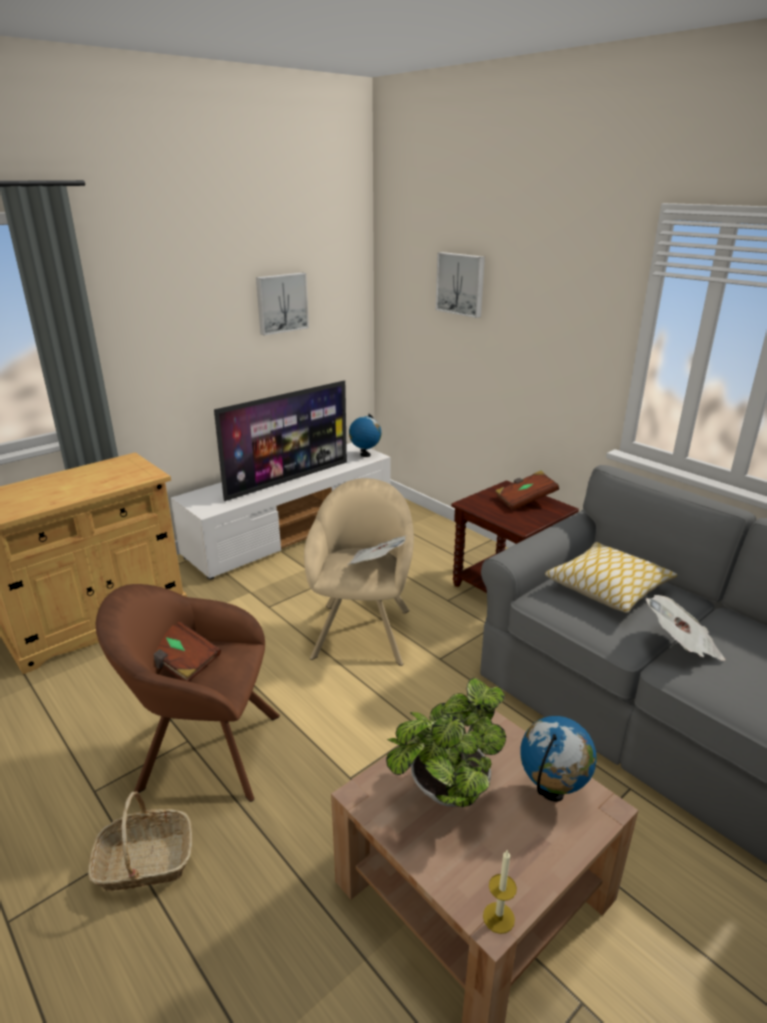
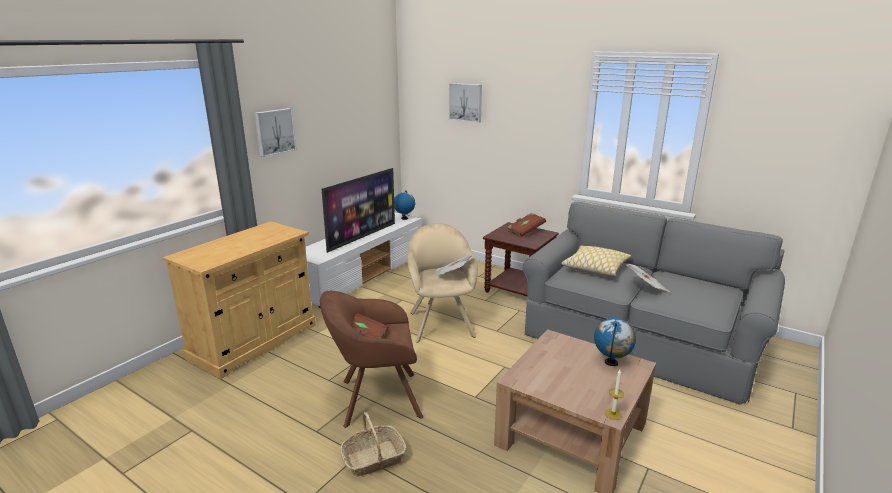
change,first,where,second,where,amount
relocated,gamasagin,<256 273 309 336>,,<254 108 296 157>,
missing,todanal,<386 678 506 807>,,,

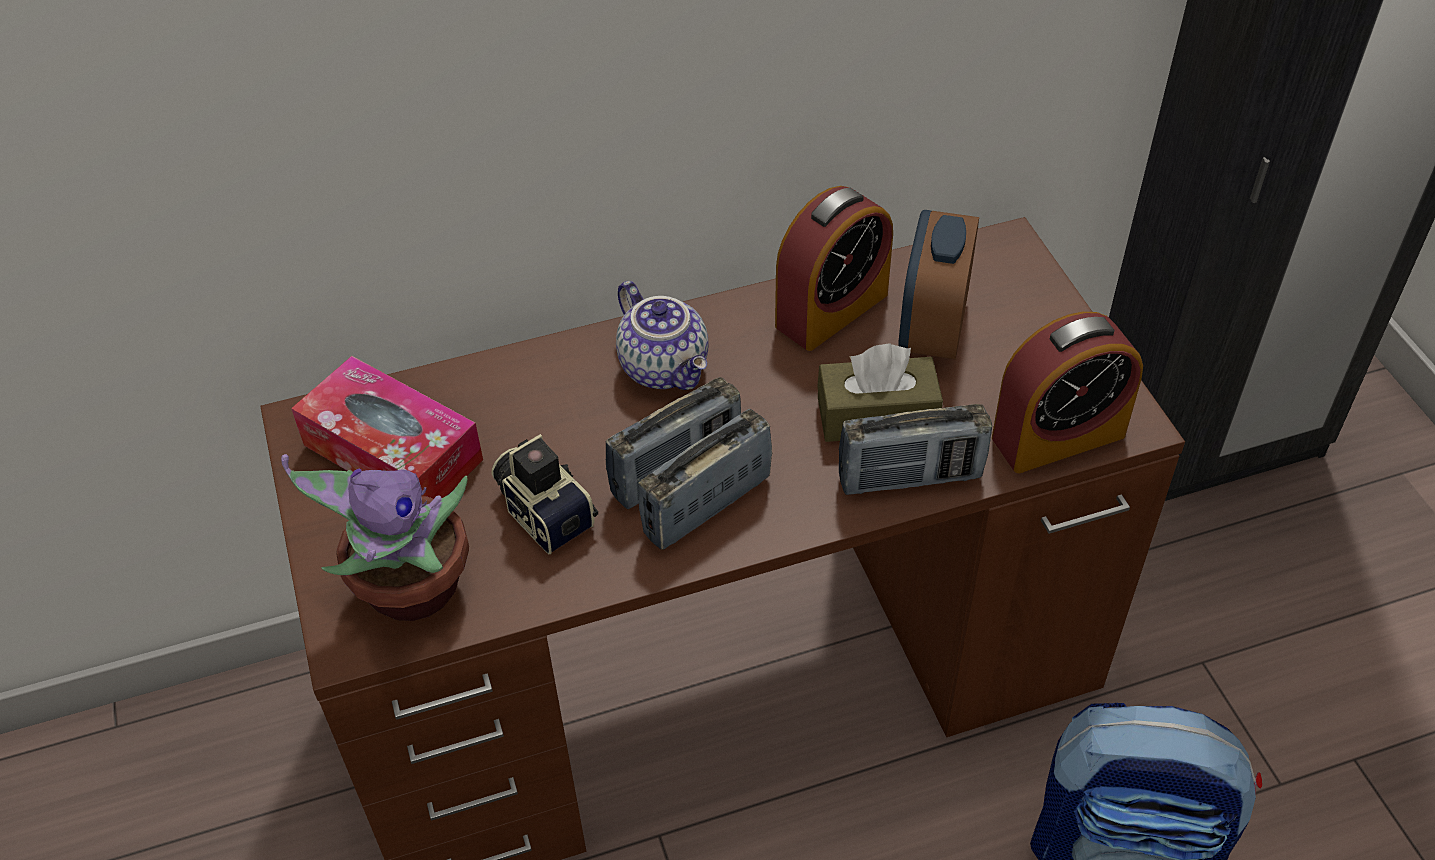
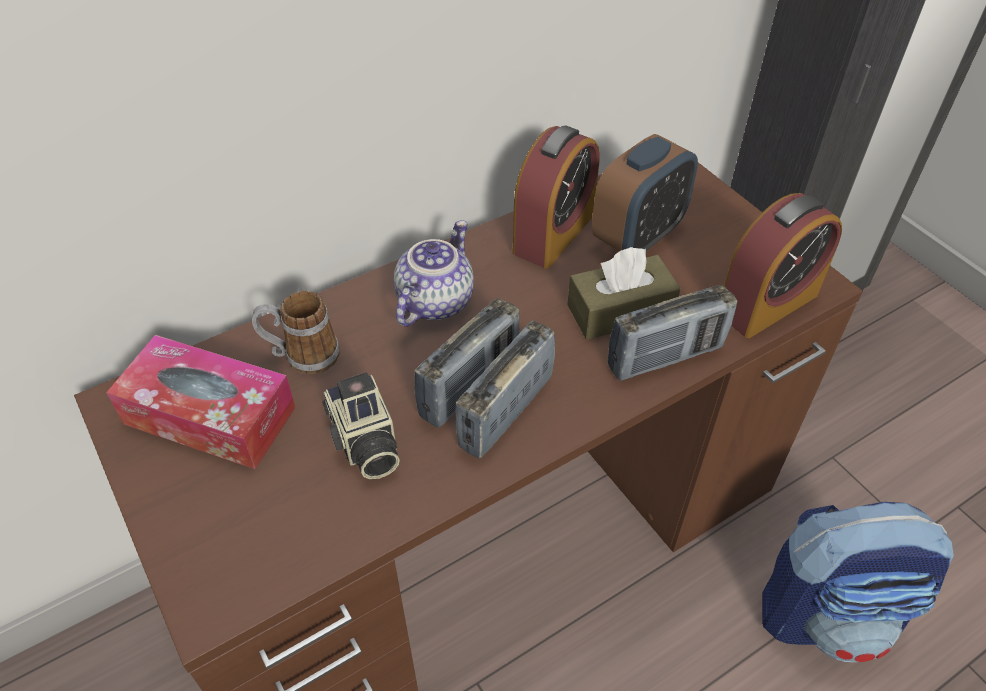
change,first,where,second,where,amount
appeared,,,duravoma,<252 290 340 374>,
spun,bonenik,<491 434 598 554>,,<322 372 400 479>,150 degrees counterclockwise
spun,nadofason,<616 281 708 390>,,<394 220 474 326>,105 degrees counterclockwise
spun,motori,<898 210 979 360>,,<592 134 698 251>,135 degrees counterclockwise
missing,todanal,<281 454 469 621>,,,

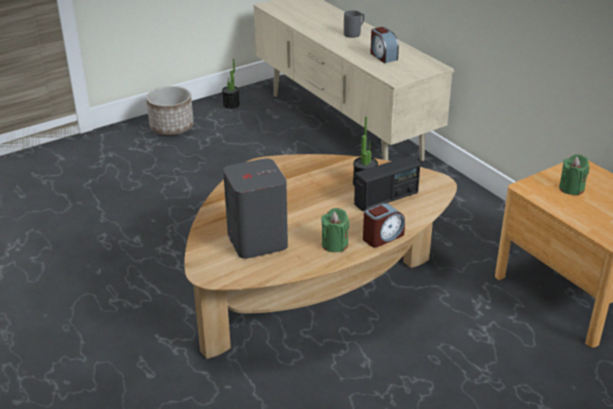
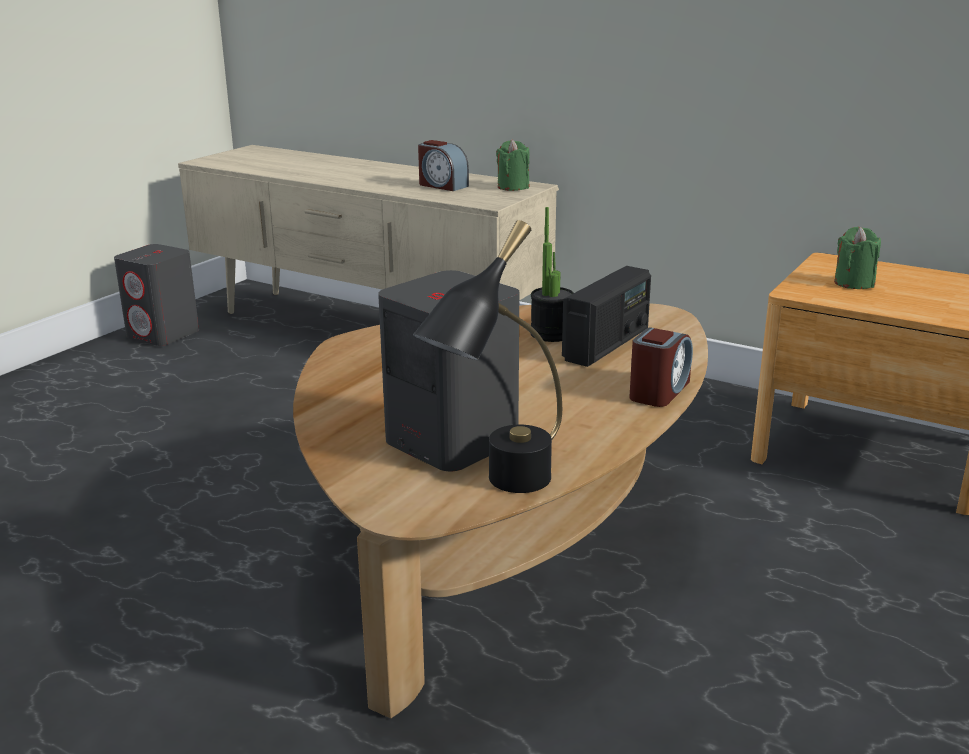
change,first,where,second,where,amount
exchanged,todanal,<222 59 240 109>,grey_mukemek,<114 244 199 346>,
appeared,,,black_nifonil,<413 220 562 493>,
relocated,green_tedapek,<321 208 349 252>,,<496 139 530 191>,
missing,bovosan,<146 86 194 135>,,,
missing,grey_duravoma,<344 10 365 38>,,,

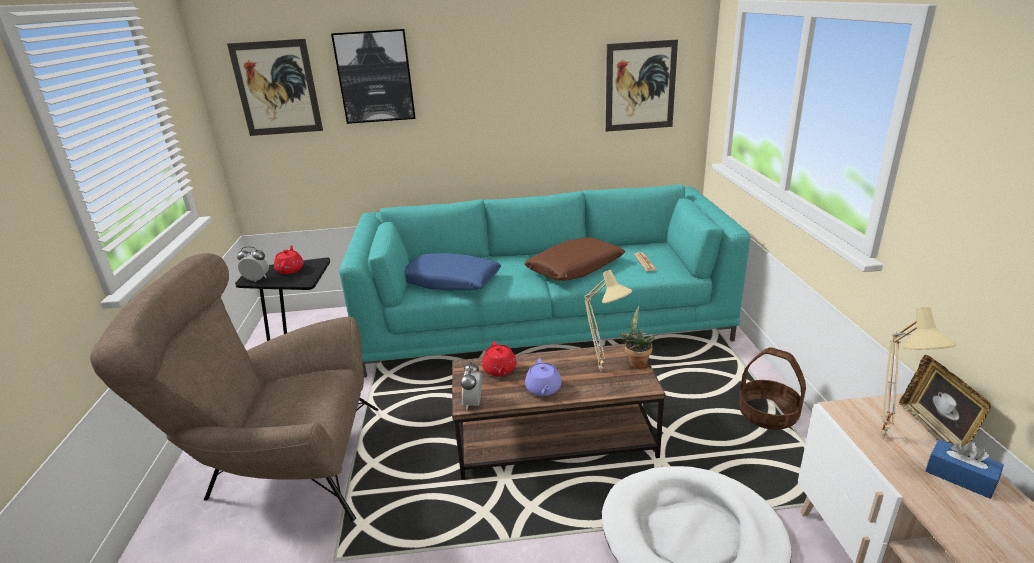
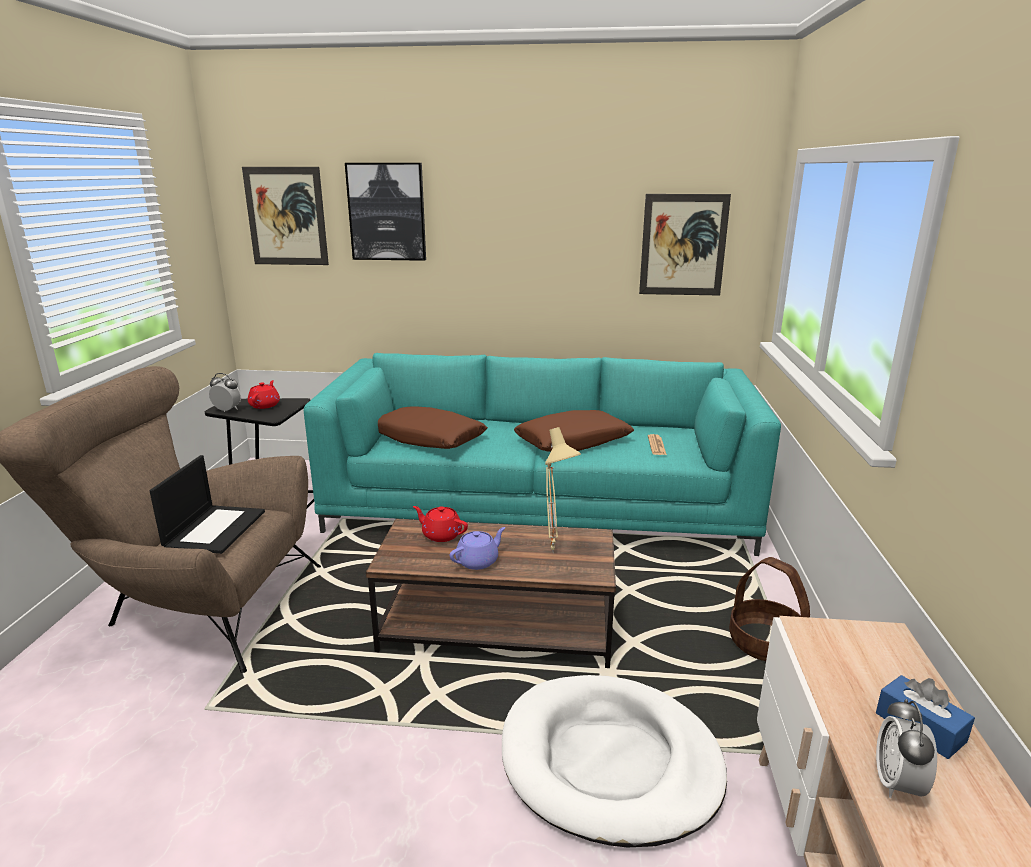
change,first,where,second,where,amount
appeared,,,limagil,<150 455 265 554>,
colour,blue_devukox,<405 253 501 290>,brown_devukox,<378 406 488 449>,
spun,red_nadofason,<482 342 517 376>,,<413 506 468 542>,120 degrees clockwise
spun,purple_nadofason,<525 359 562 396>,,<450 527 505 570>,135 degrees counterclockwise
relocated,motori,<461 362 482 410>,,<876 699 937 798>,
missing,todanal,<619 306 655 369>,,,
missing,beige_nifonil,<882 307 957 439>,,,
missing,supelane,<899 355 991 446>,,,

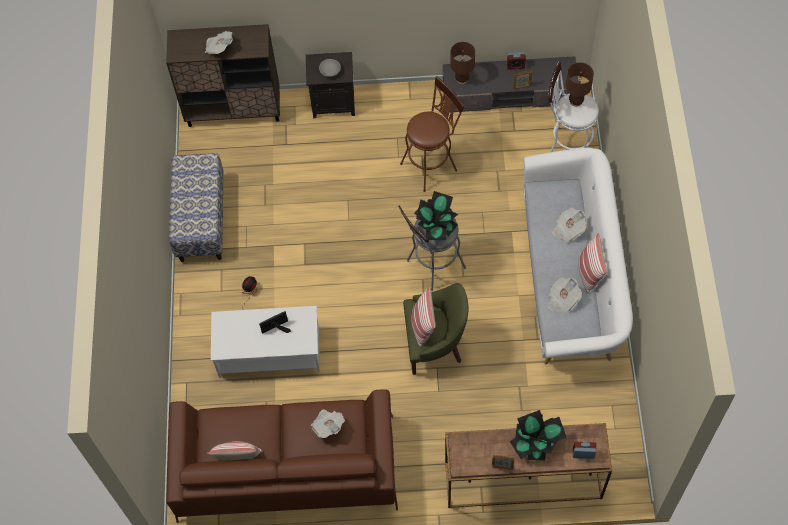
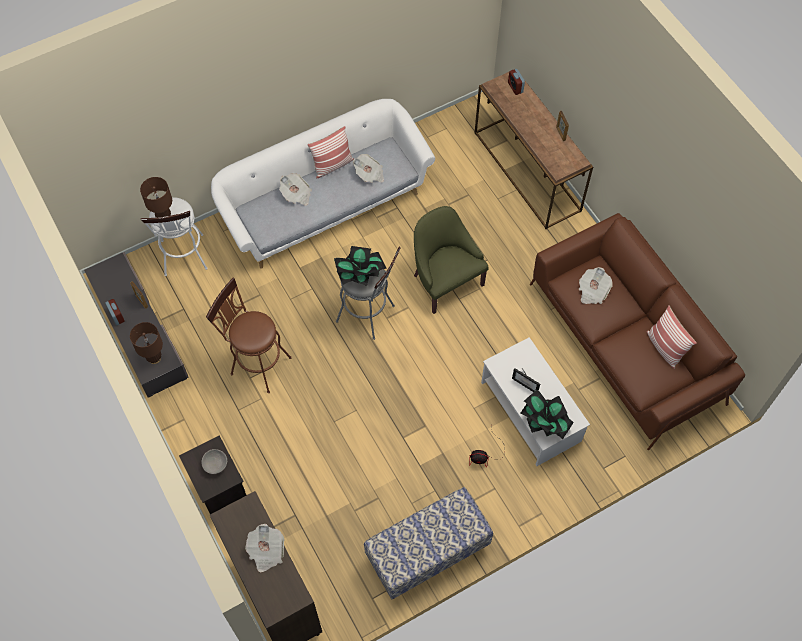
change,first,where,second,where,amount
relocated,todanal,<510 410 567 461>,,<521 390 574 439>,
missing,devukox,<411 286 436 347>,,,

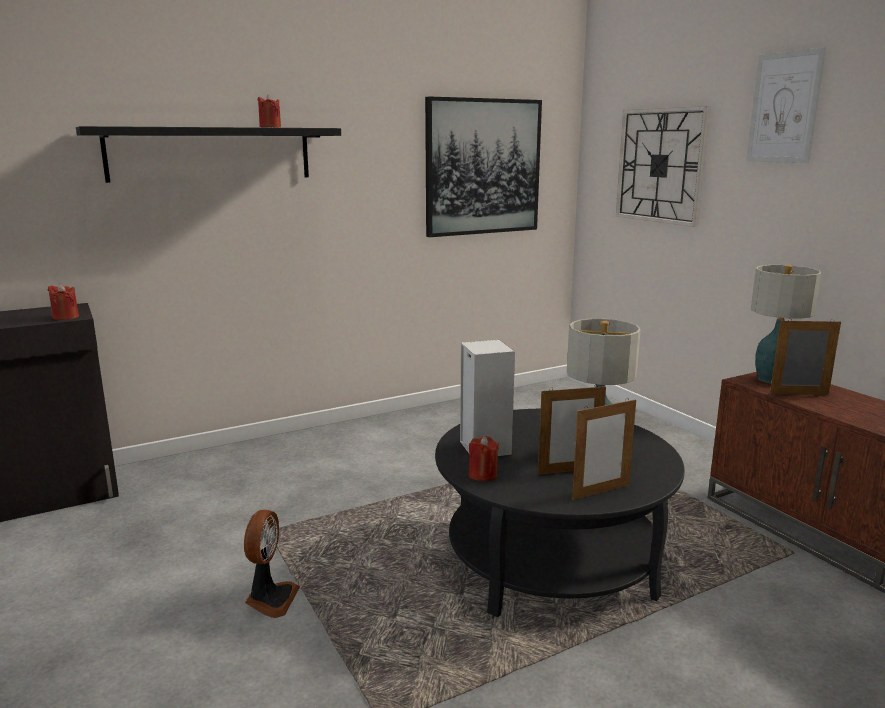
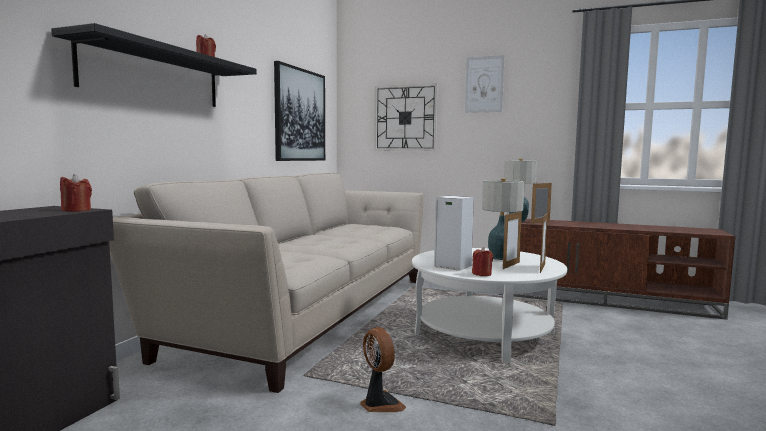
change,first,where,second,where,amount
appeared,,,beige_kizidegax,<109 173 424 393>,
colour,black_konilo,<435 409 685 617>,white_konilo,<412 248 567 363>,

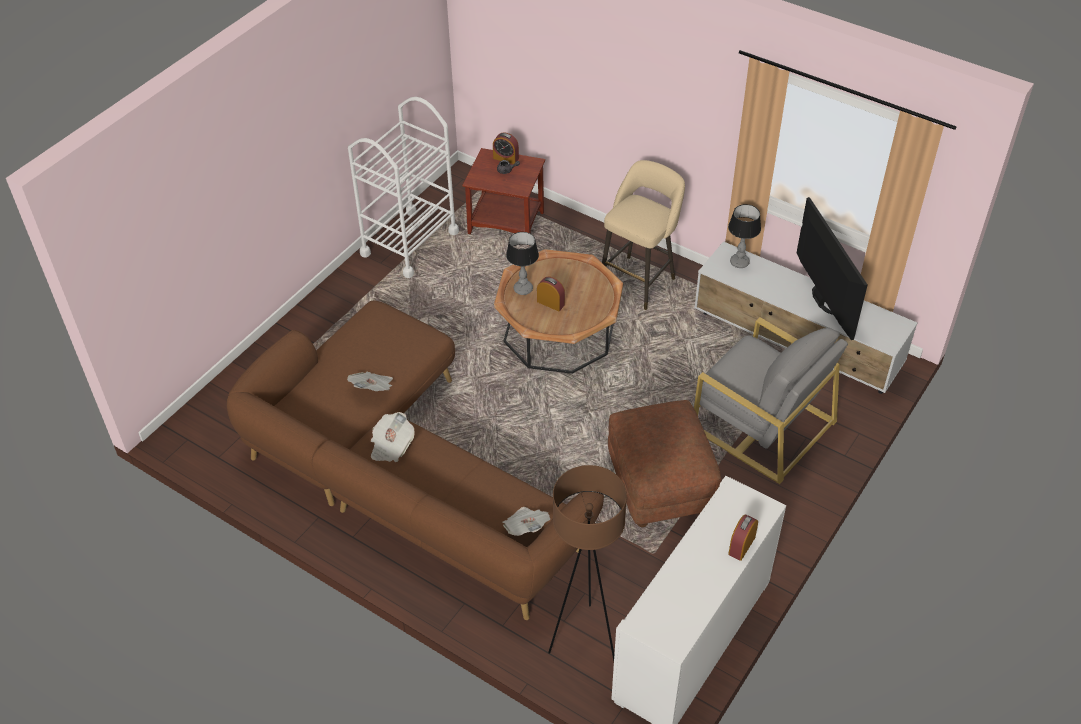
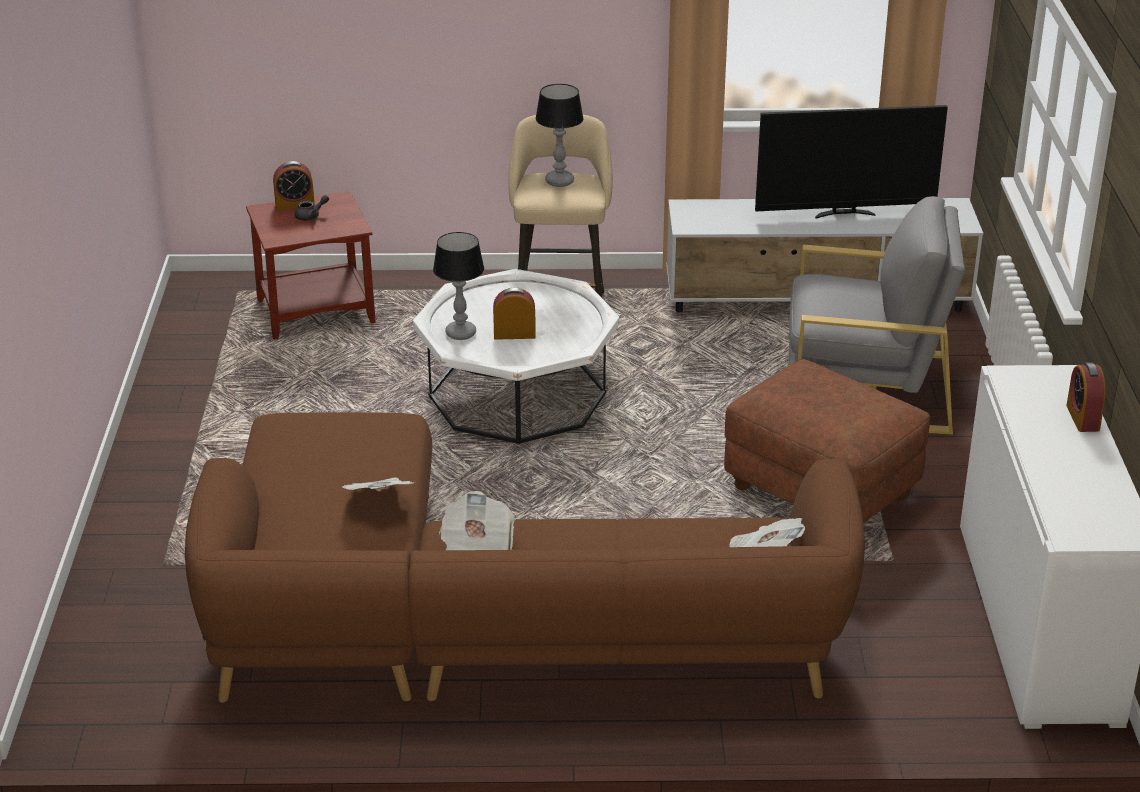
change,first,where,second,where,amount
colour,brown_konilo,<494 249 623 374>,white_konilo,<413 269 620 444>,
relocated,nifonil,<728 204 761 268>,,<536 84 584 187>,
spun,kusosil,<797 197 868 340>,,<755 105 948 218>,135 degrees clockwise
missing,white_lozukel,<348 97 459 278>,,,
missing,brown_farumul,<548 465 627 661>,,,

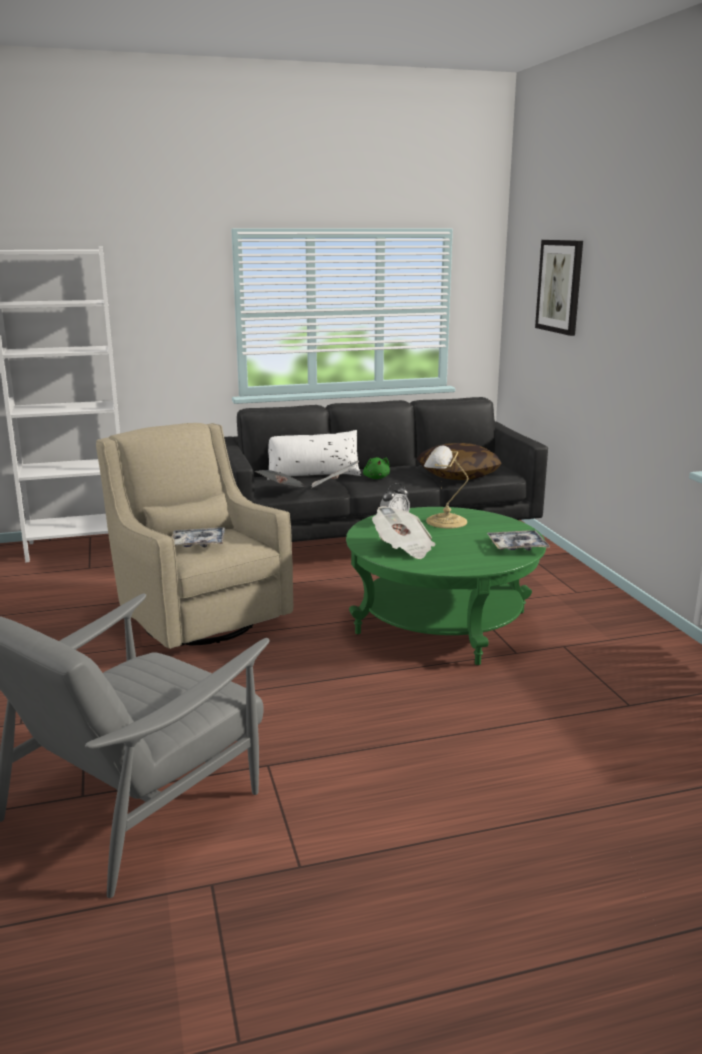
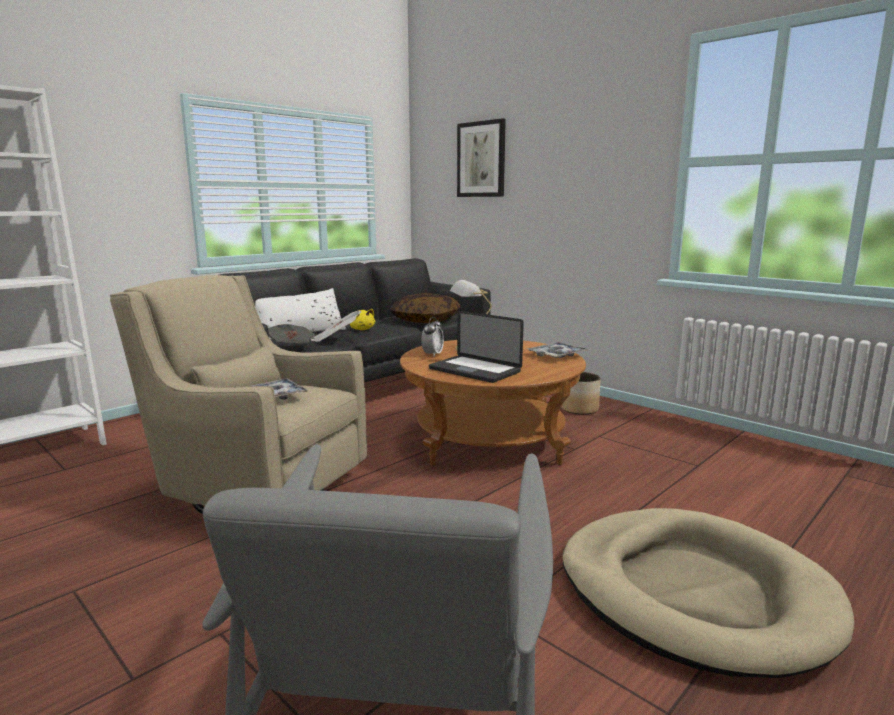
change,first,where,second,where,amount
colour,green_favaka,<363 457 390 479>,yellow_favaka,<350 309 375 330>,
colour,green_konilo,<346 507 546 665>,brown_konilo,<400 340 586 466>,
exchanged,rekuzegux,<372 506 436 559>,limagil,<429 311 524 383>,
appeared,,,bovosan,<561 372 601 415>,
appeared,,,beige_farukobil,<562 508 854 678>,

